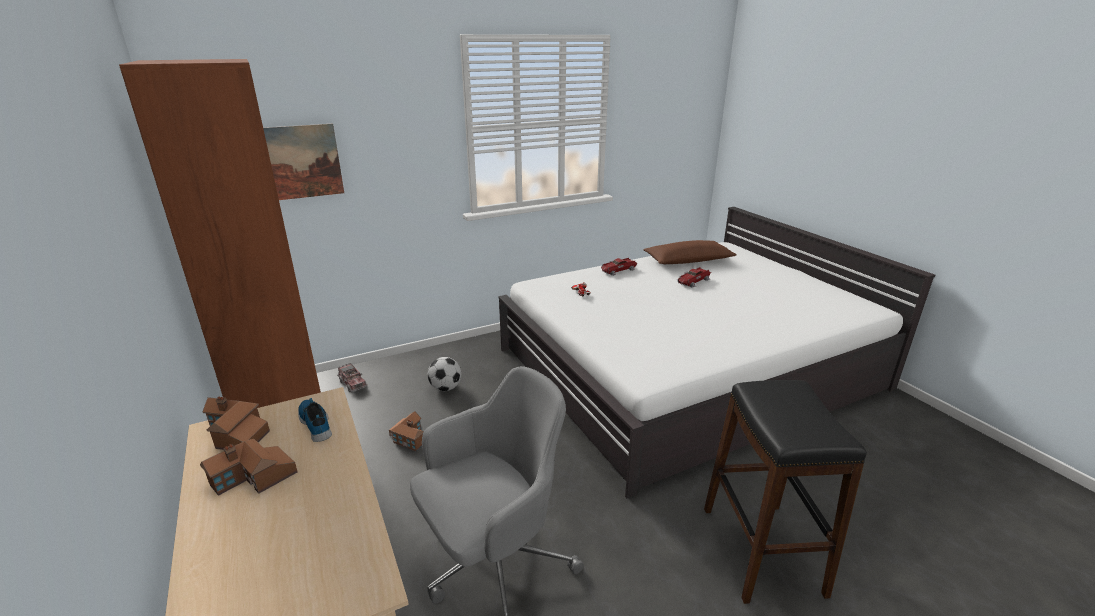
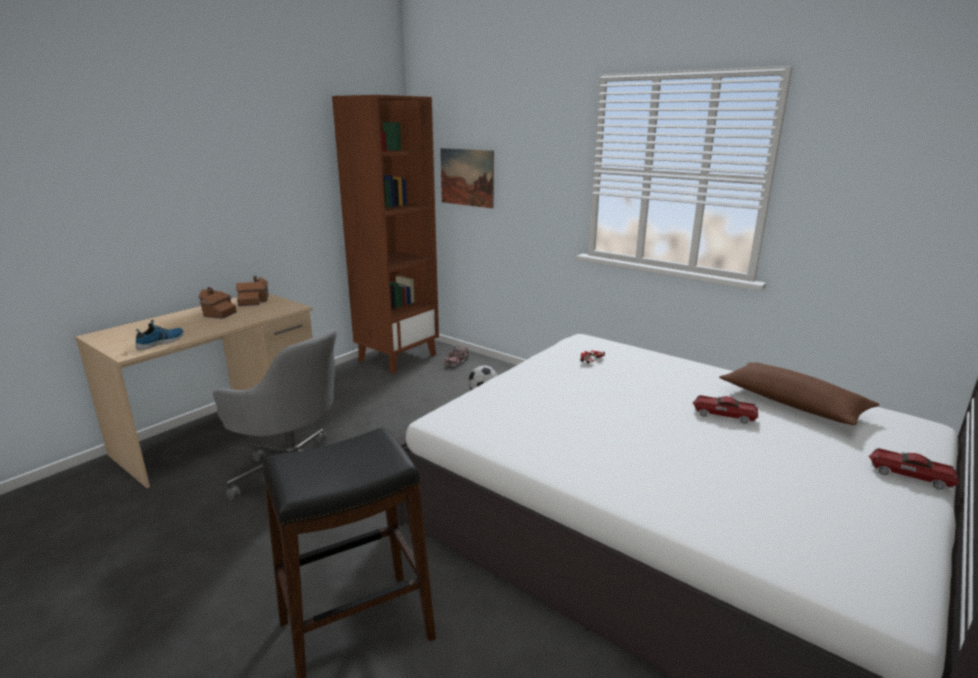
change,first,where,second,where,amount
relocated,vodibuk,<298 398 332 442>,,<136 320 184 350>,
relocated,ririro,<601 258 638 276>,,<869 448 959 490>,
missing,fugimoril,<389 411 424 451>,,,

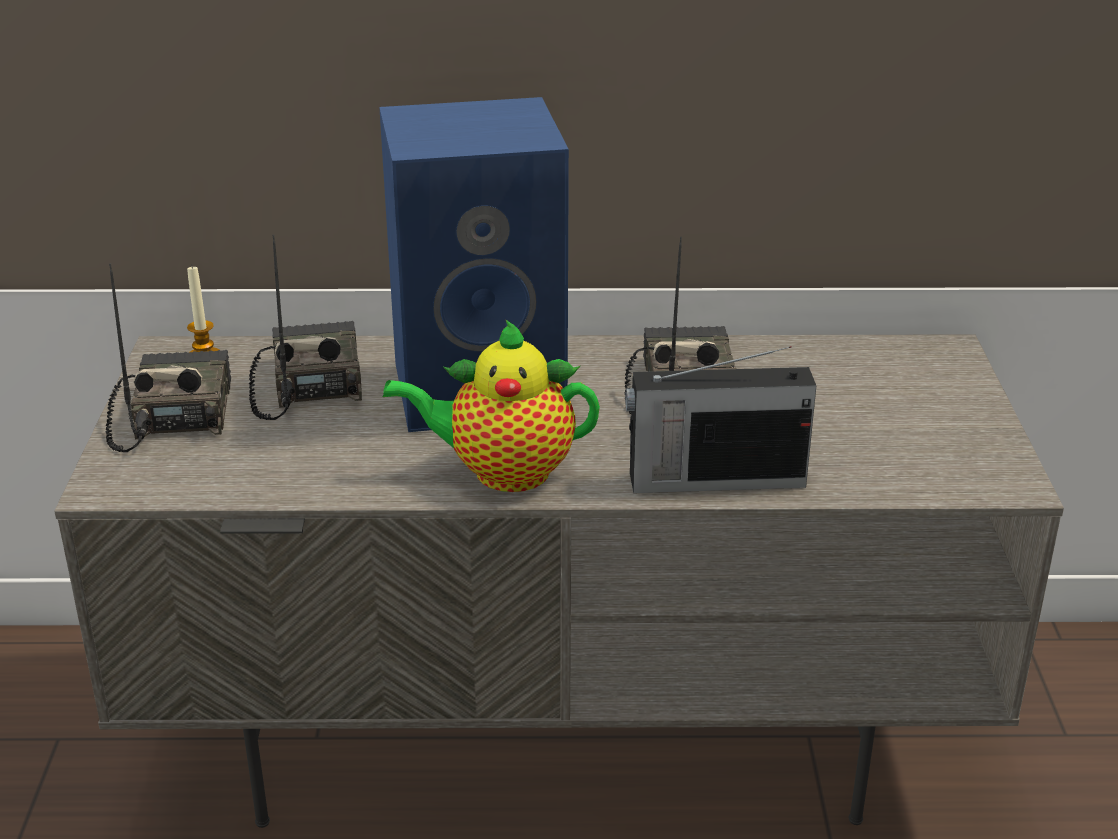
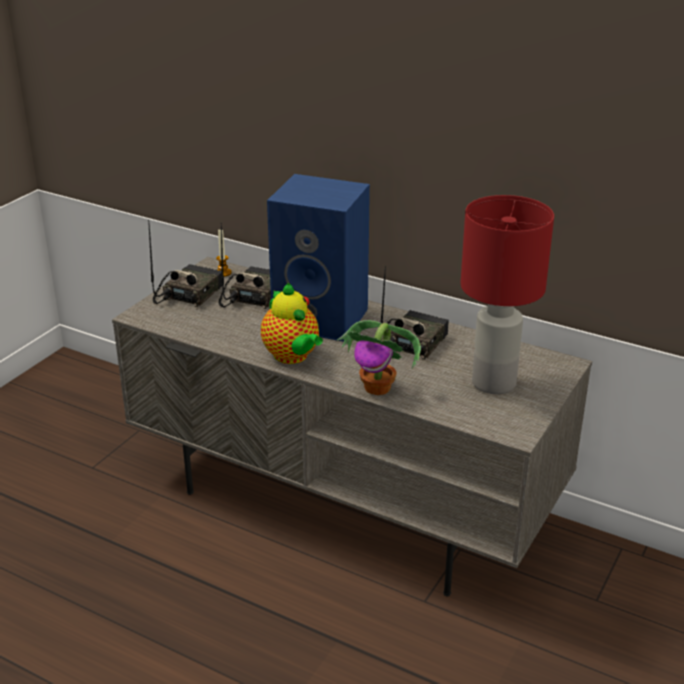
change,first,where,second,where,amount
spun,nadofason,<383 319 600 492>,,<261 283 323 364>,150 degrees counterclockwise
exchanged,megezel,<625 346 816 493>,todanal,<337 320 421 395>,
appeared,,,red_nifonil,<461 195 554 394>,

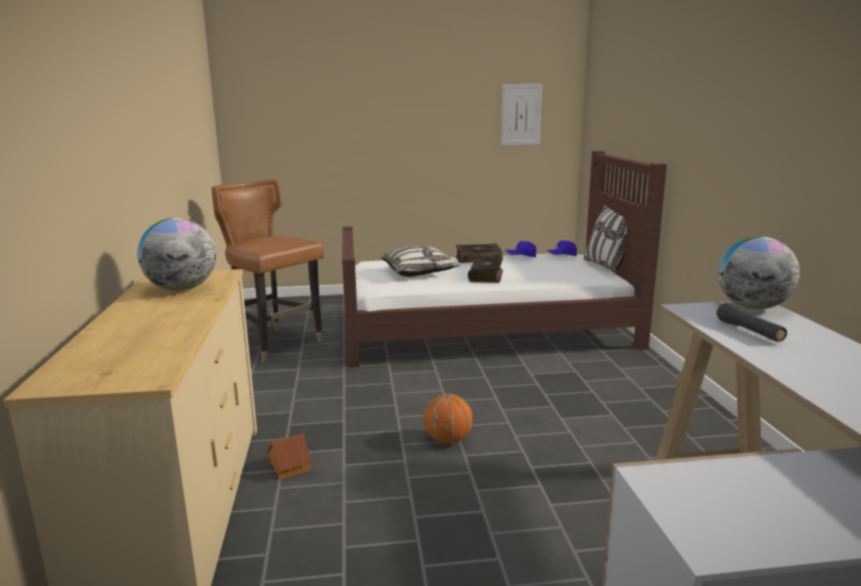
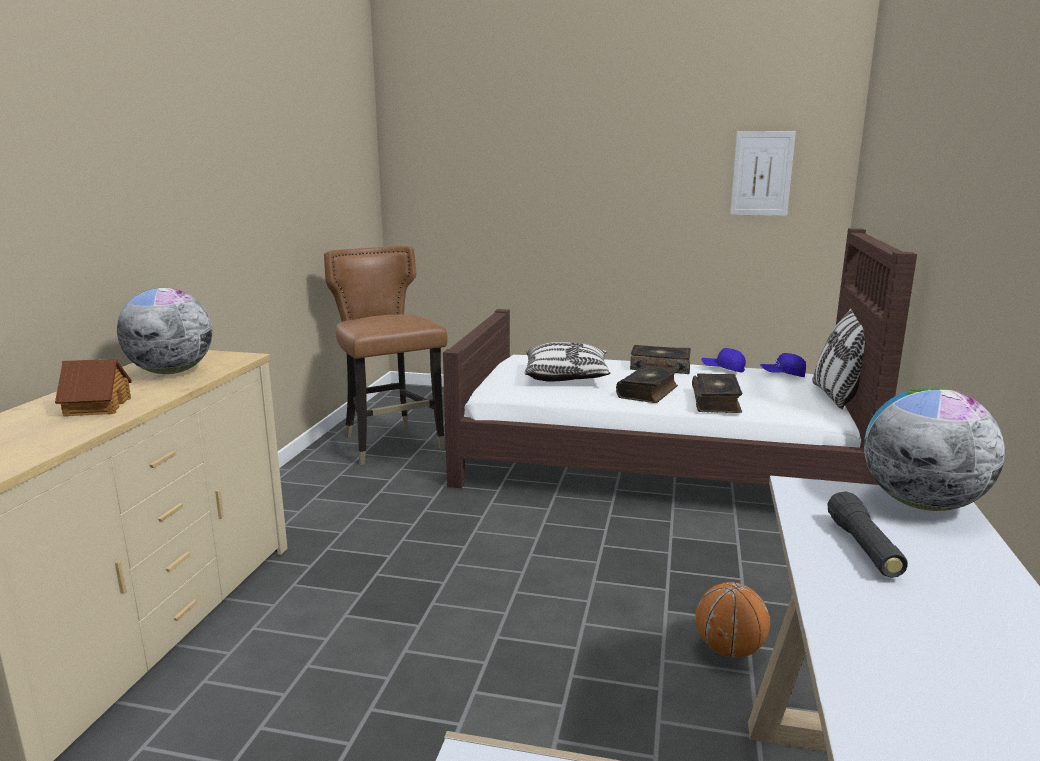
change,first,where,second,where,amount
relocated,fugimoril,<267 434 312 479>,,<55 359 132 417>,
appeared,,,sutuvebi,<692 373 743 413>,
relocated,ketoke,<424 394 473 444>,,<695 582 770 658>,

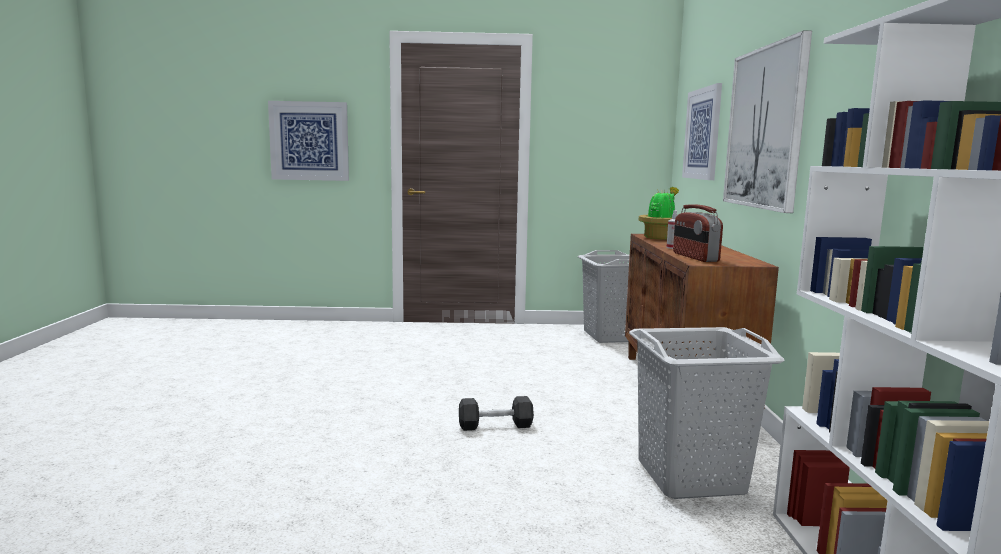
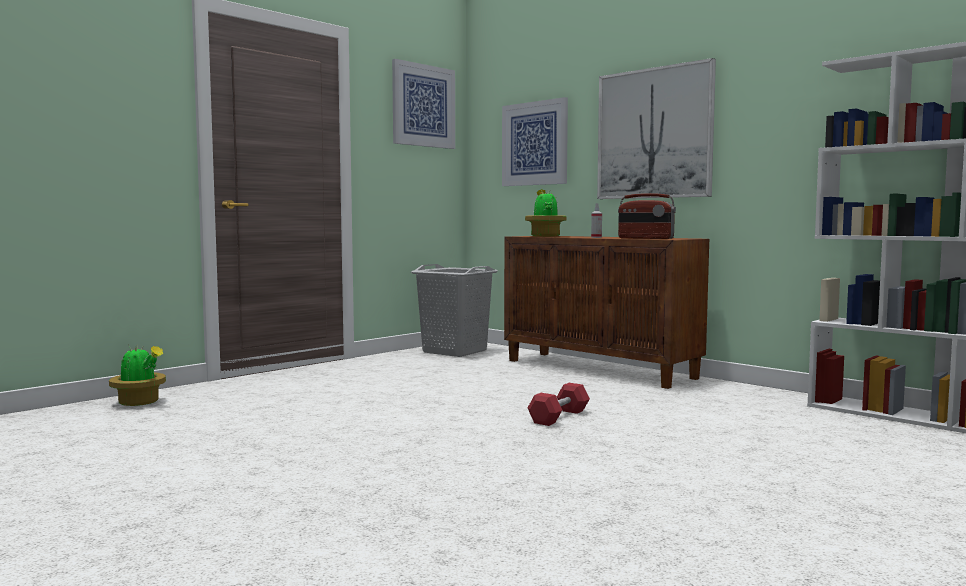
change,first,where,second,where,amount
appeared,,,todanal,<109 345 166 406>,
relocated,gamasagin,<268 101 349 181>,,<392 59 455 149>,
colour,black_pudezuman,<459 396 534 431>,red_pudezuman,<528 383 590 426>,
missing,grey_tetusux,<629 327 784 499>,,,

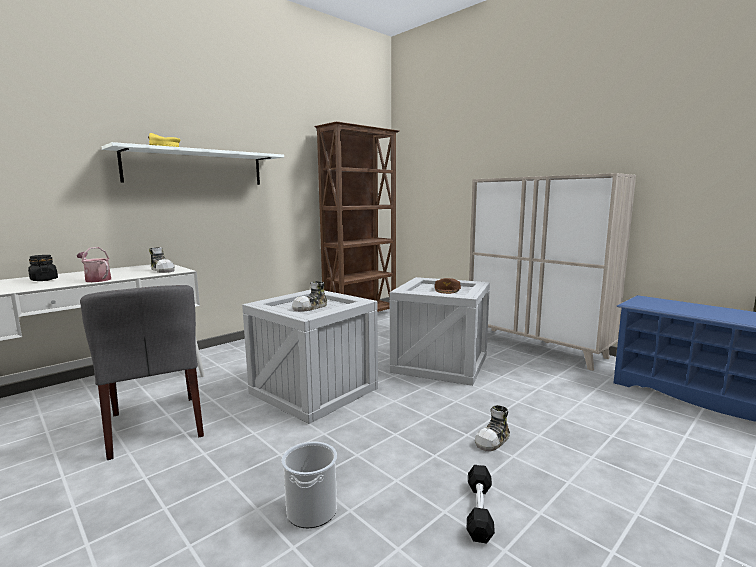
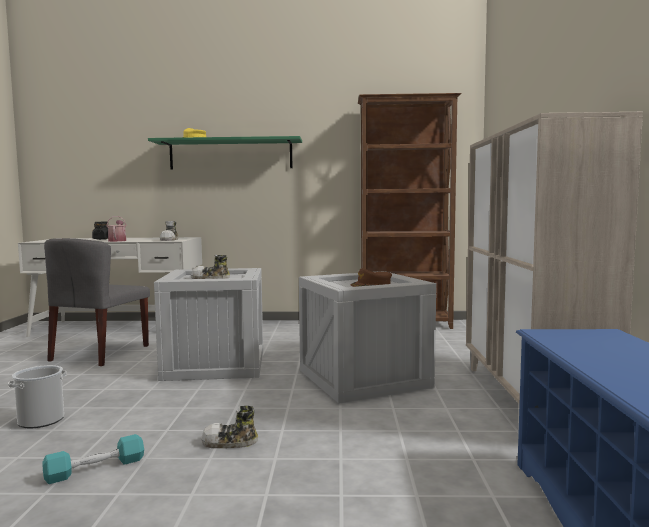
change,first,where,second,where,amount
colour,black_pudezuman,<467 465 495 544>,turquoise_pudezuman,<42 434 144 484>,
colour,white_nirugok,<102 142 284 185>,green_nirugok,<148 136 302 170>,

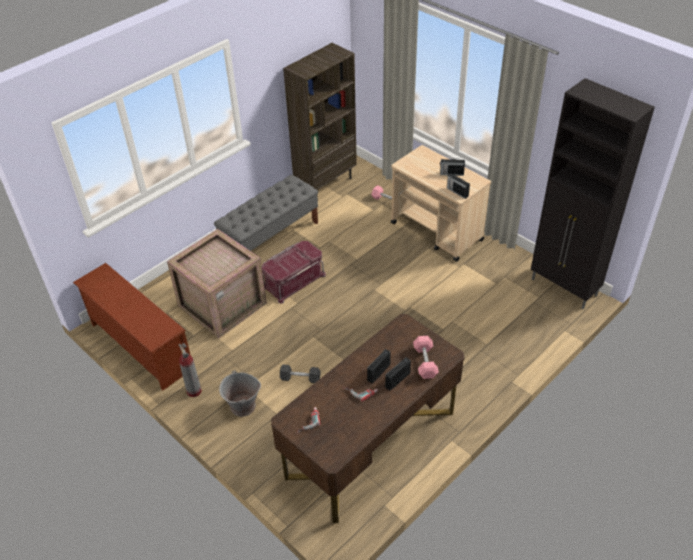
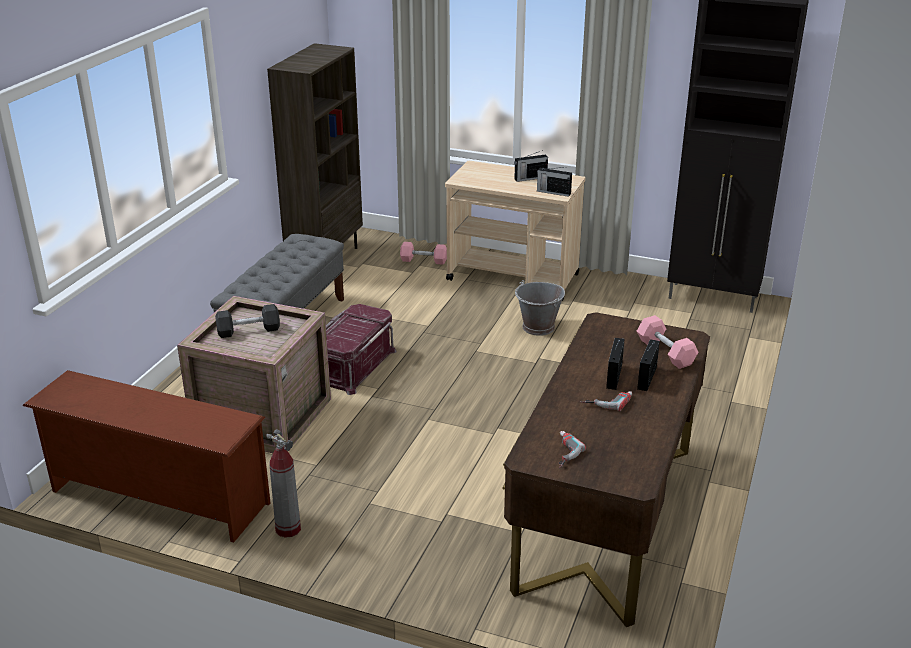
change,first,where,second,where,amount
relocated,grey_pudezuman,<280 365 320 383>,,<215 304 280 338>,
relocated,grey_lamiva,<219 370 261 417>,,<515 280 565 336>,

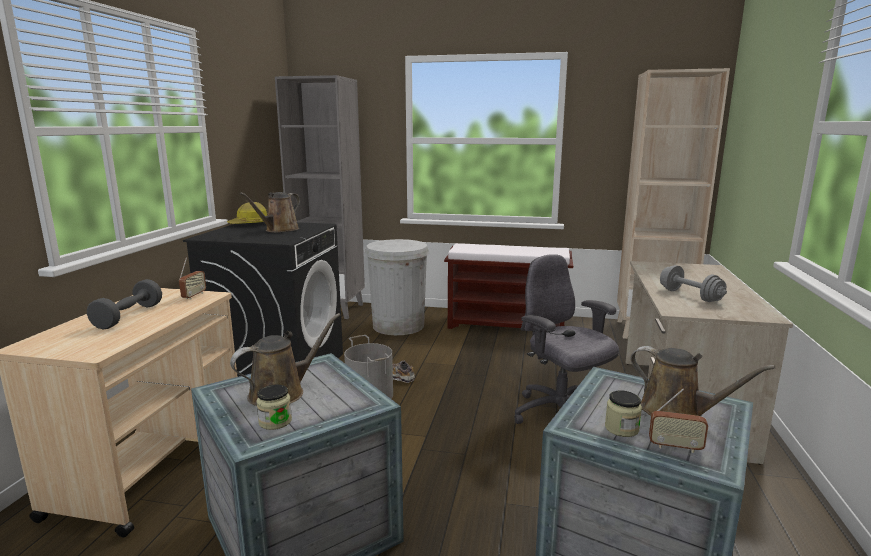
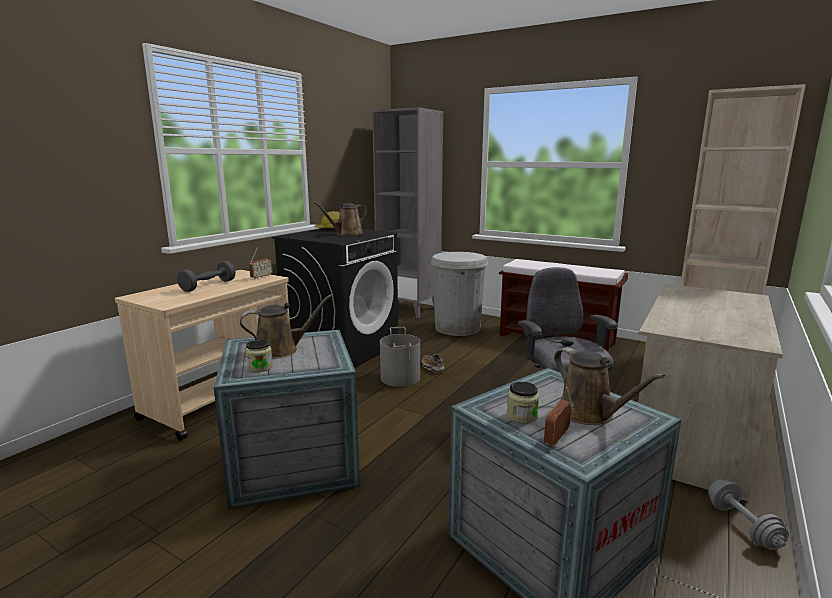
change,first,where,second,where,amount
spun,megezel,<649 389 708 453>,,<544 387 573 447>,90 degrees clockwise
relocated,grey_pudezuman,<660 265 727 302>,,<708 479 789 550>,

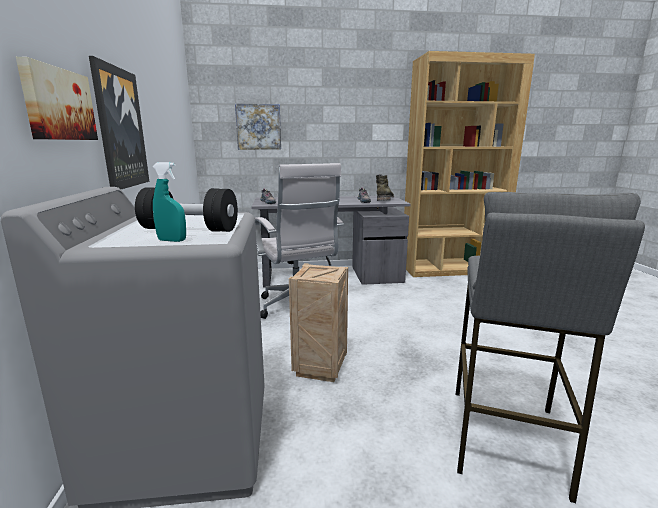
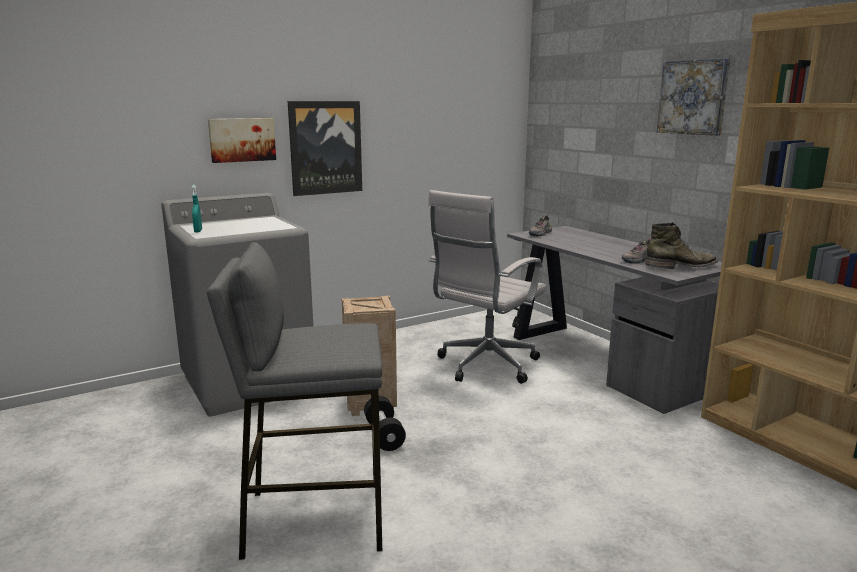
change,first,where,second,where,amount
relocated,black_pudezuman,<135 187 238 232>,,<364 396 406 451>,
relocated,gamasagin,<235 104 281 150>,,<657 58 731 136>,

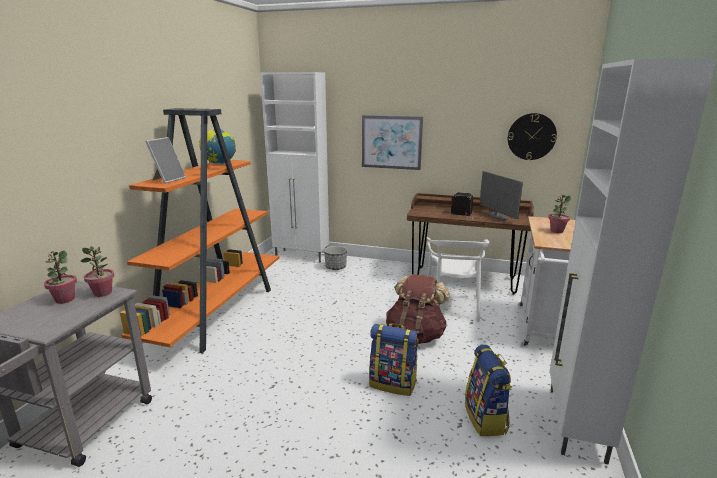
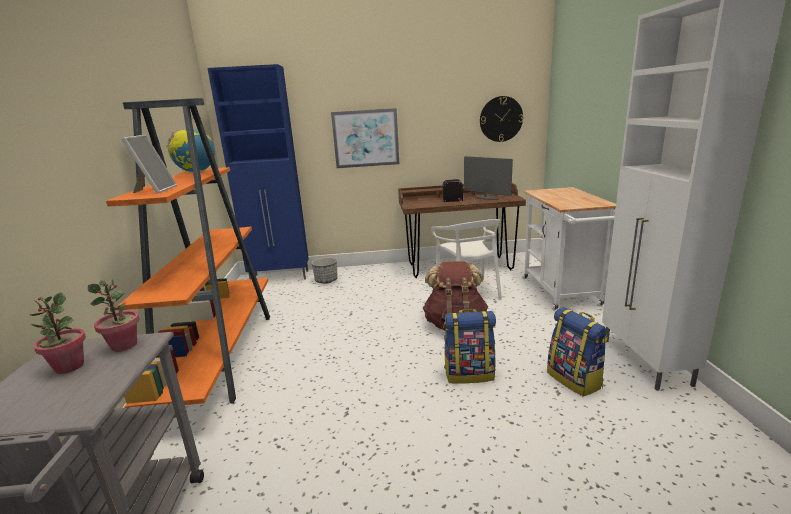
change,first,where,second,where,amount
colour,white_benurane,<260 72 329 262>,blue_benurane,<207 64 309 279>,
missing,todanal,<548 194 571 233>,,,

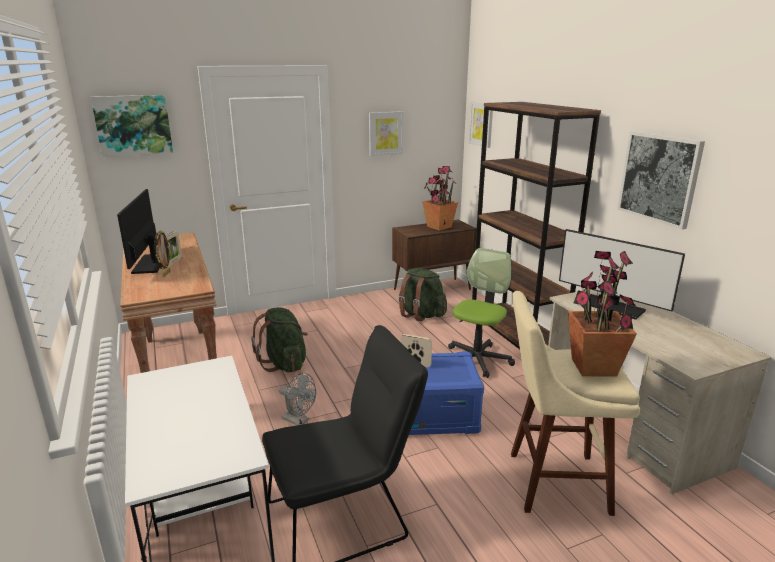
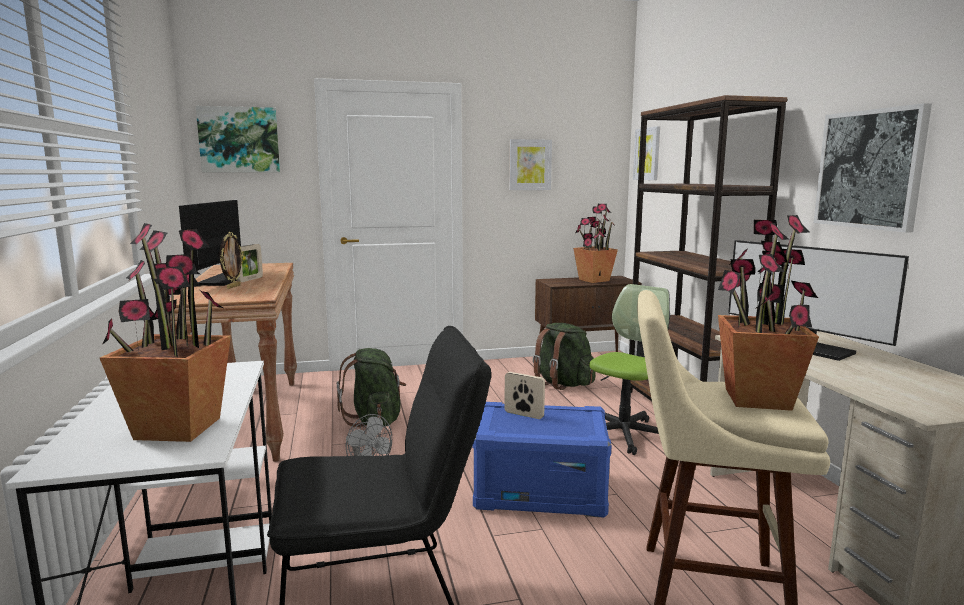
change,first,where,second,where,amount
appeared,,,todanal,<100 223 231 442>,

